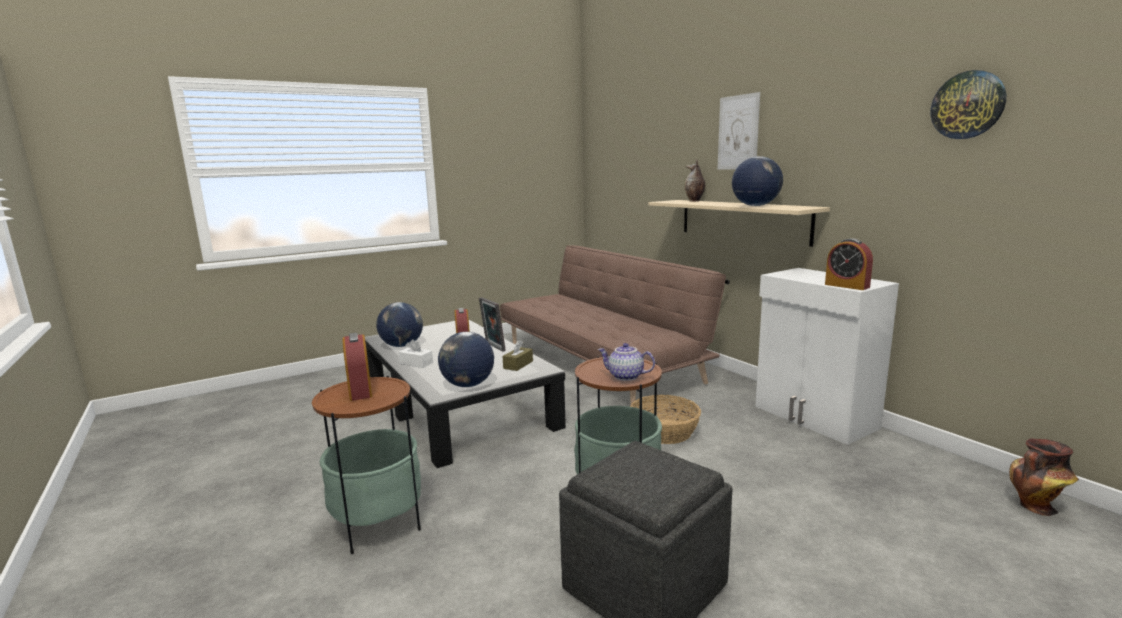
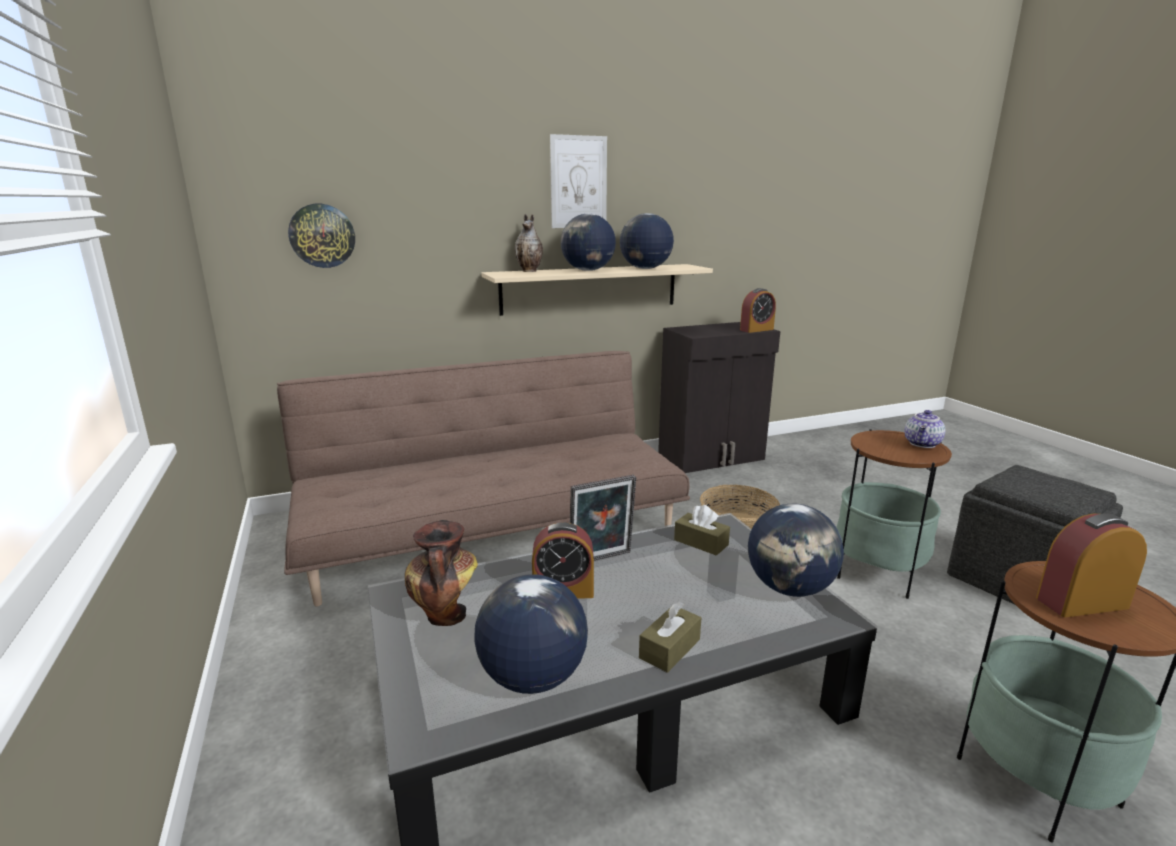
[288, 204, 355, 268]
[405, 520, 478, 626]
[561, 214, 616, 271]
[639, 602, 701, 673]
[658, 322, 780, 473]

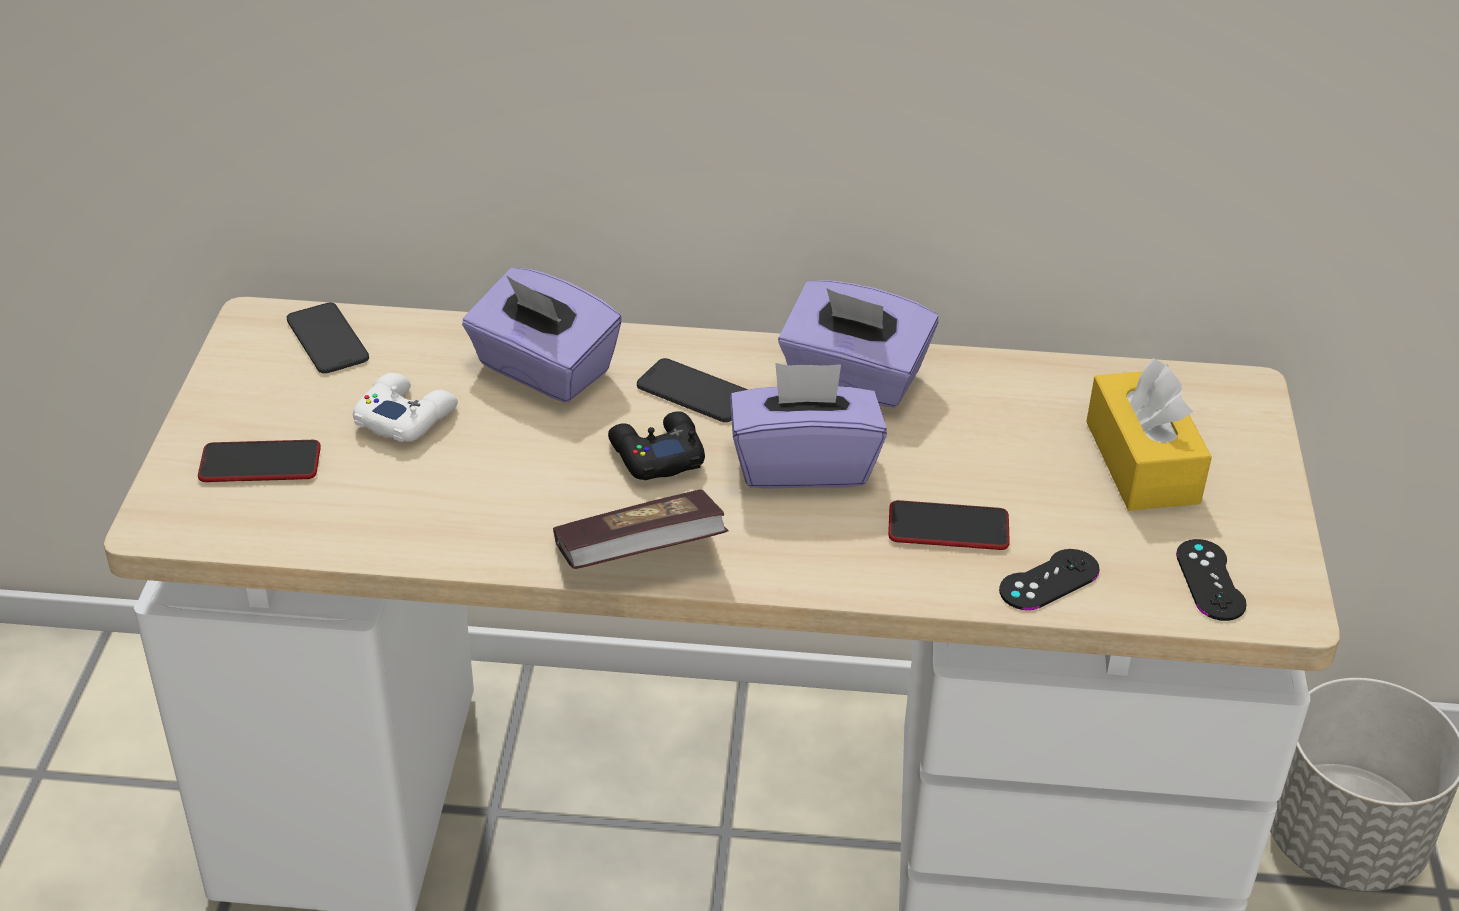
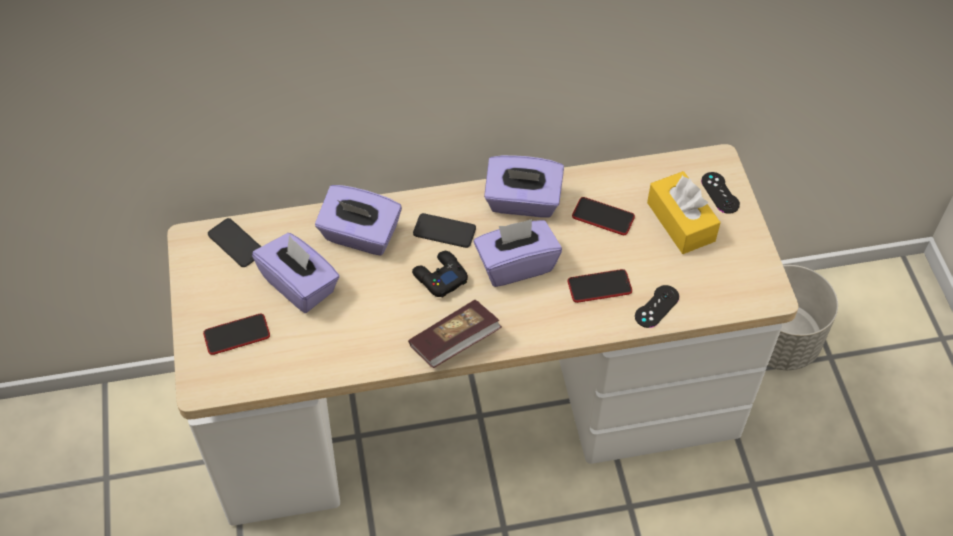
[252, 233, 340, 313]
[572, 197, 635, 235]
[701, 172, 740, 214]

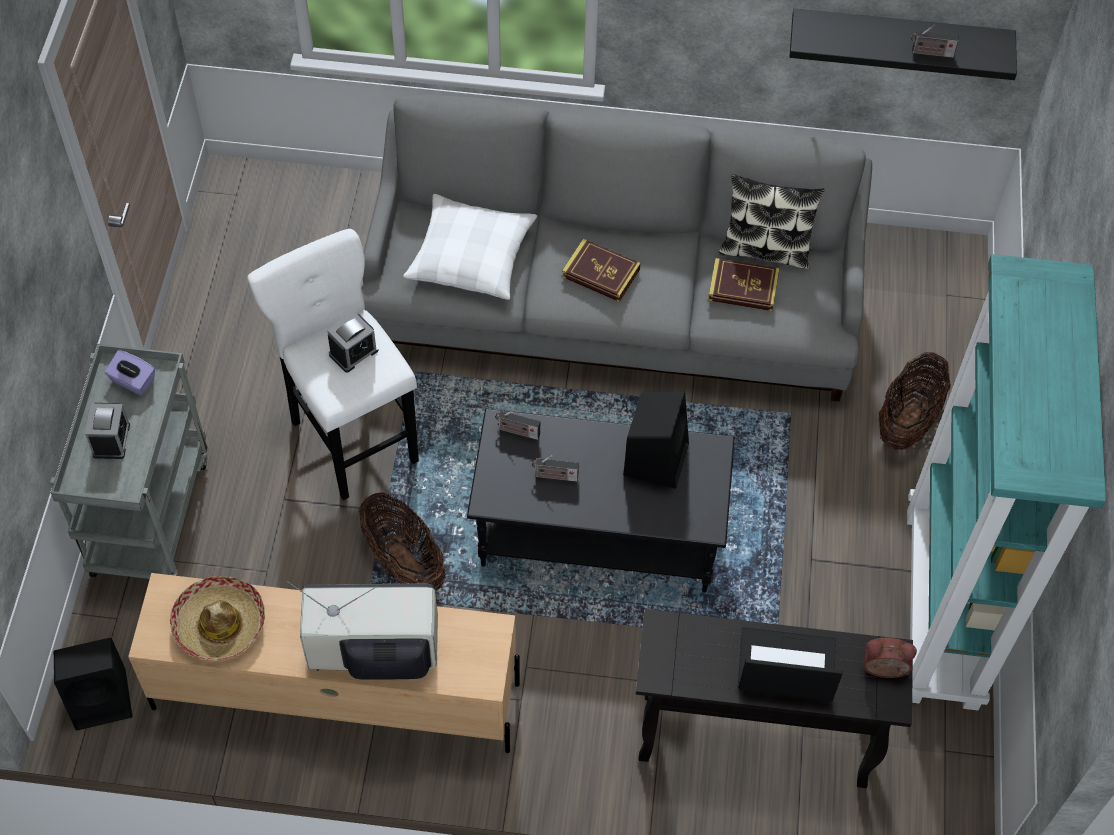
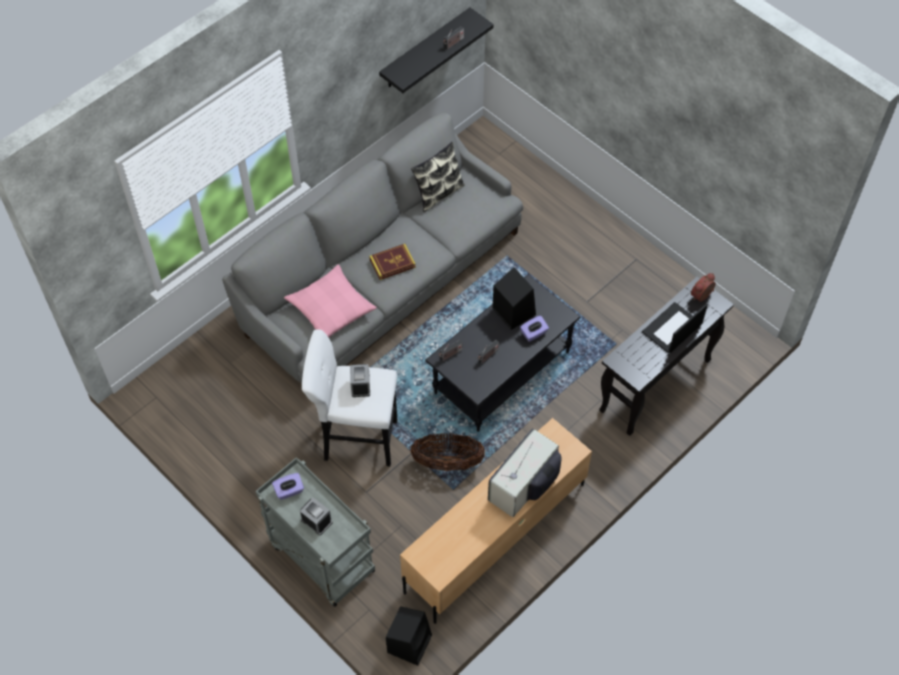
[284, 264, 377, 338]
[520, 316, 549, 342]
[170, 576, 265, 661] (first image)
[708, 258, 779, 311] (first image)
[879, 352, 951, 450] (first image)
[907, 254, 1106, 710] (first image)

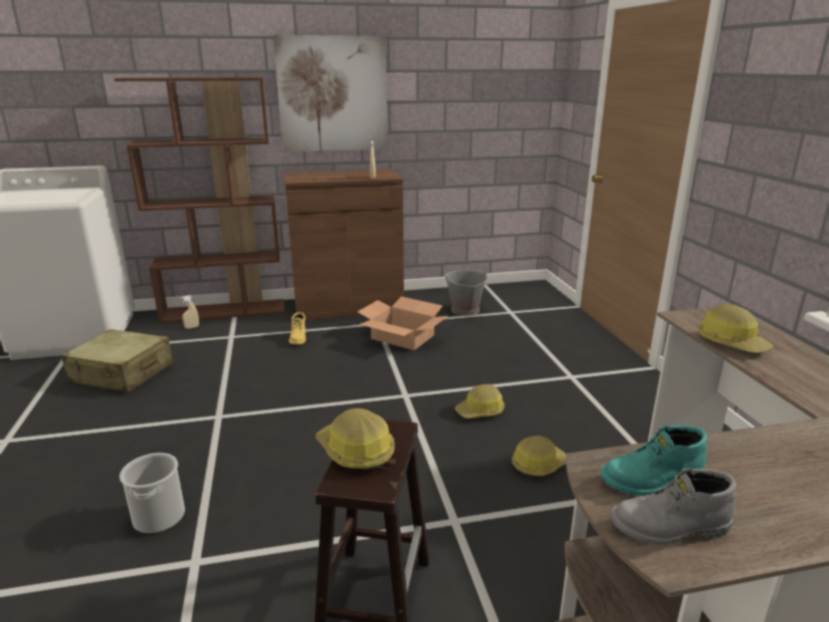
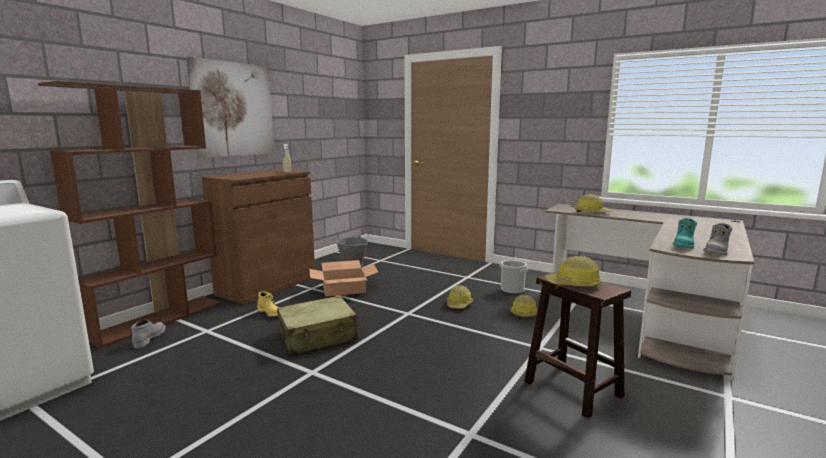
[131, 319, 166, 348]
[277, 295, 358, 356]
[499, 260, 528, 294]

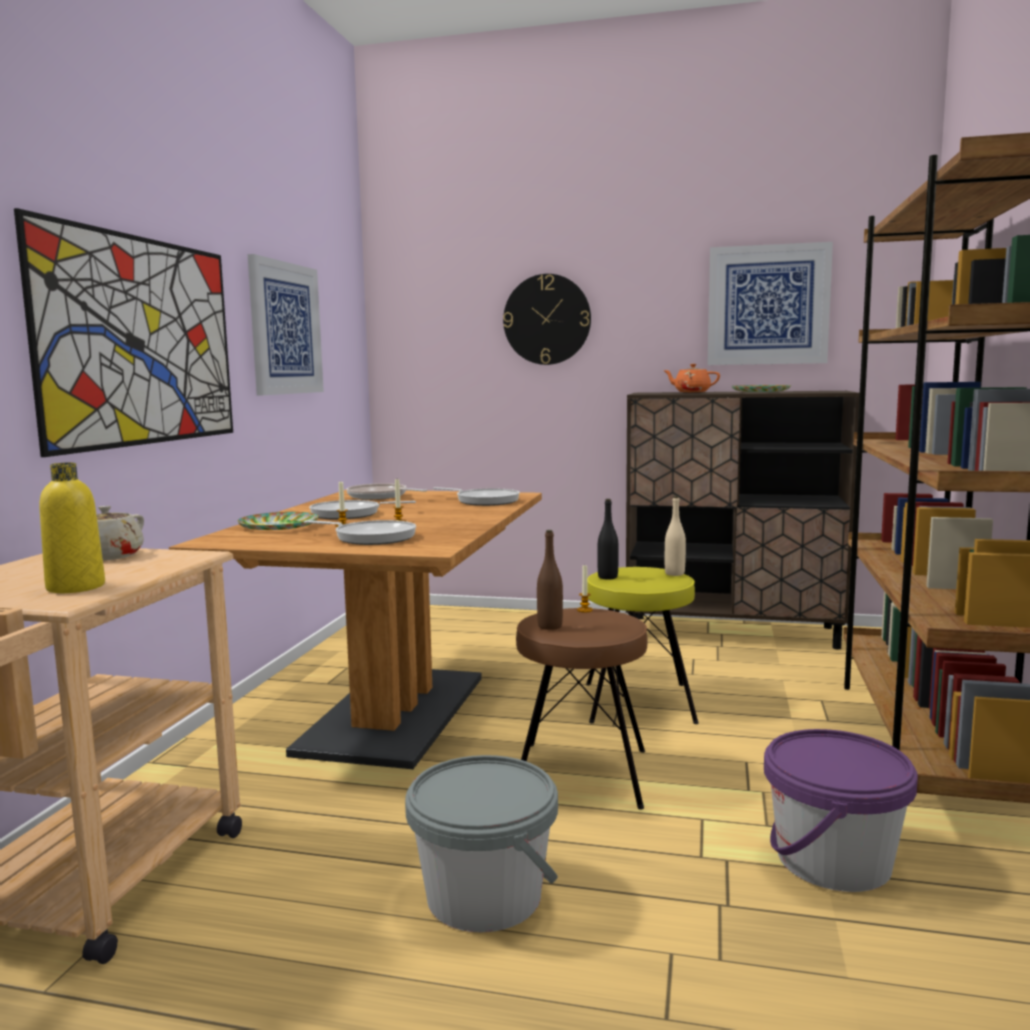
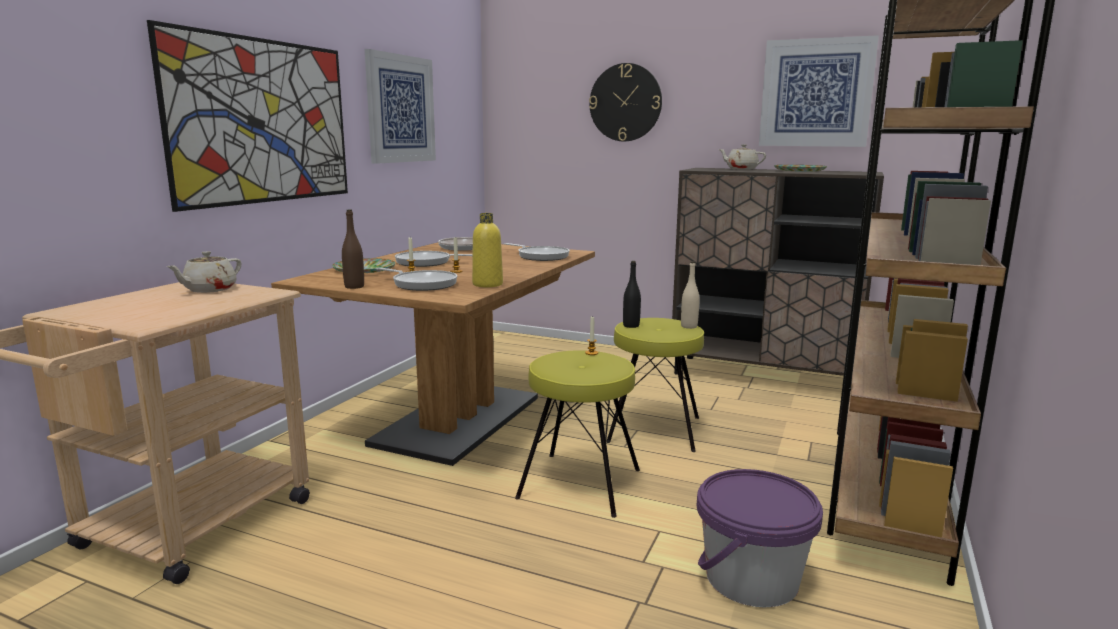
[342, 209, 364, 289]
[472, 213, 503, 287]
[515, 350, 640, 518]
[719, 144, 766, 170]
[405, 755, 558, 932] (first image)

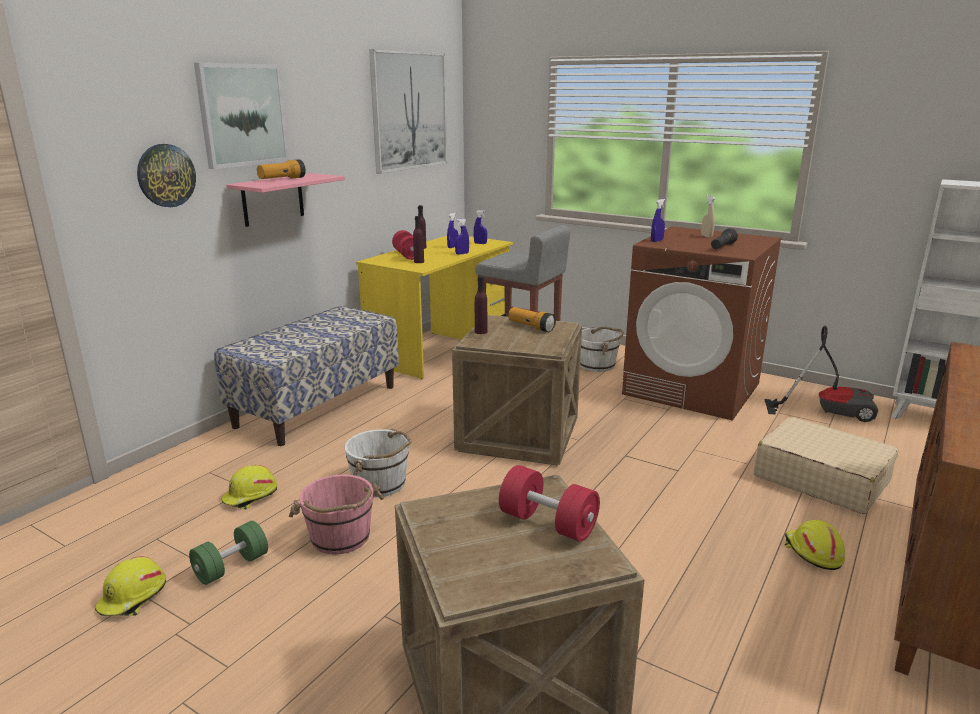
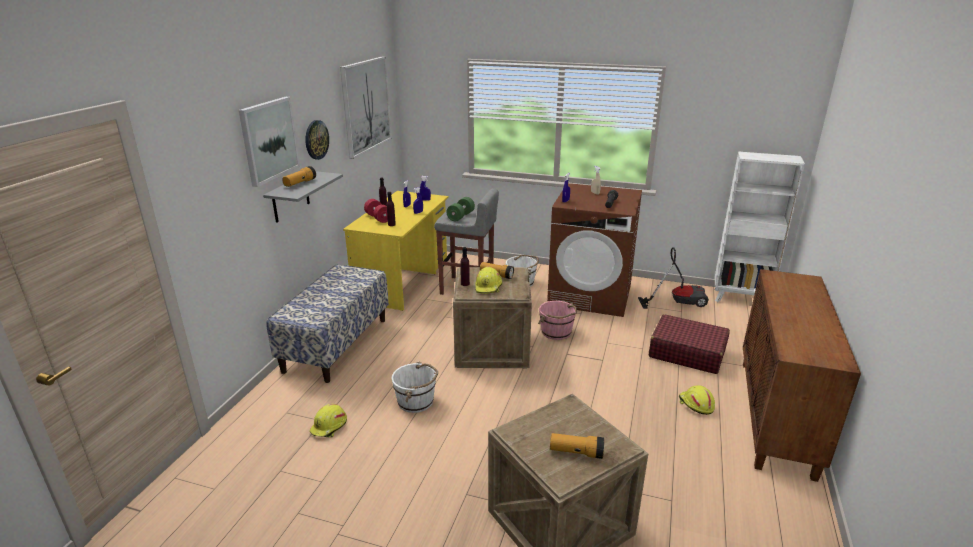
[263, 171, 343, 223]
[305, 120, 329, 160]
[446, 197, 475, 222]
[475, 267, 502, 294]
[538, 301, 577, 340]
[550, 433, 604, 459]
[649, 314, 730, 374]
[499, 465, 600, 542] (first image)

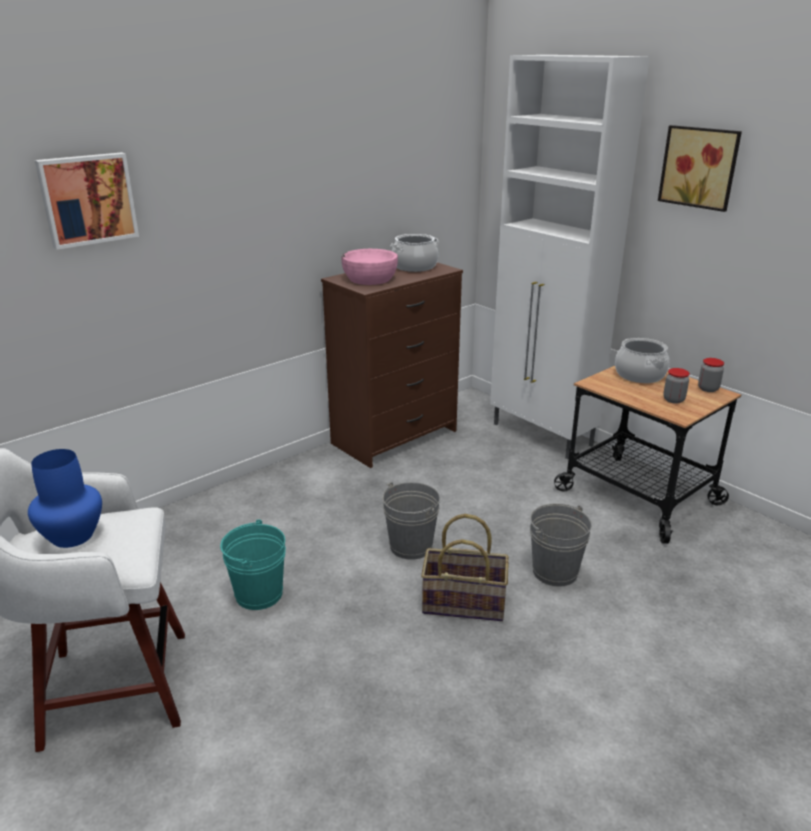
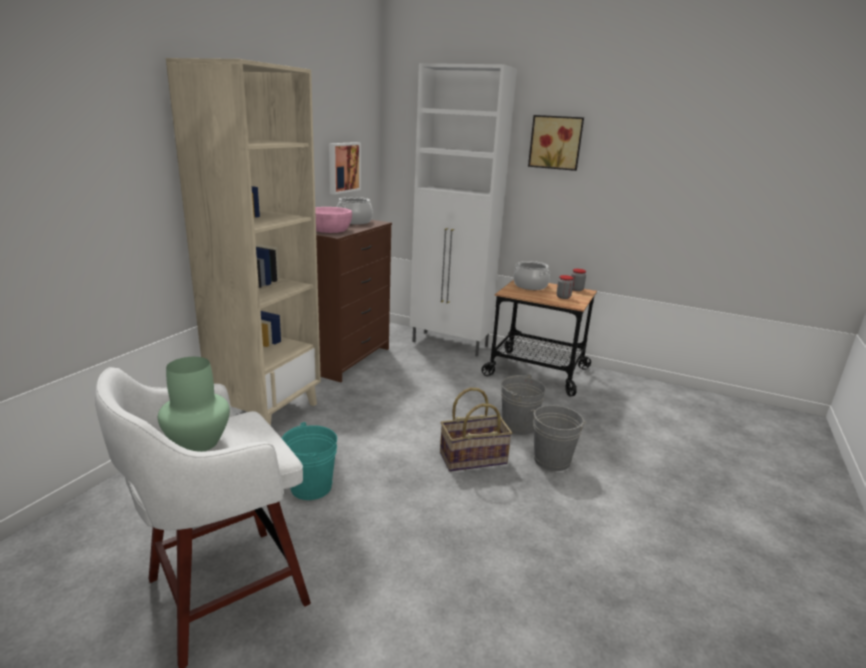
[158, 357, 230, 452]
[166, 58, 321, 426]
[329, 142, 361, 195]
[531, 405, 587, 471]

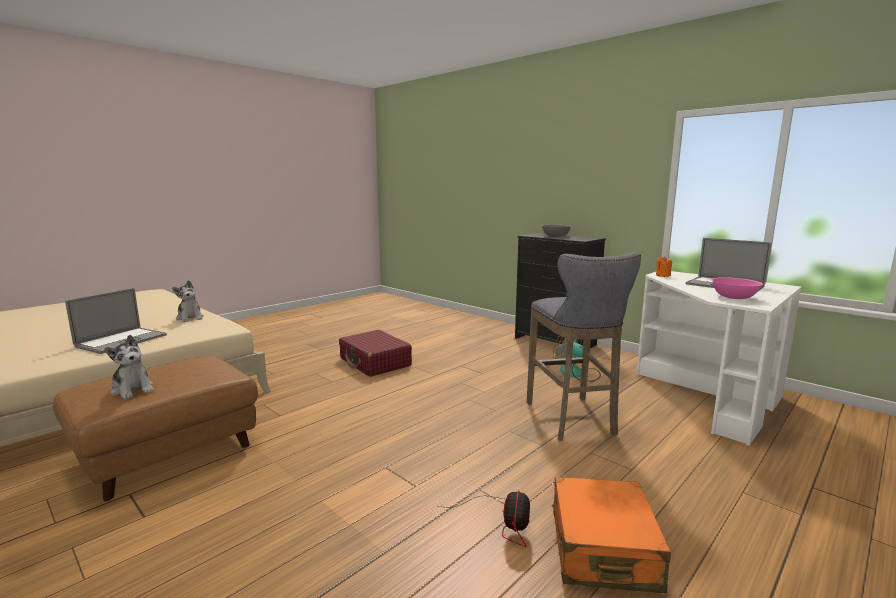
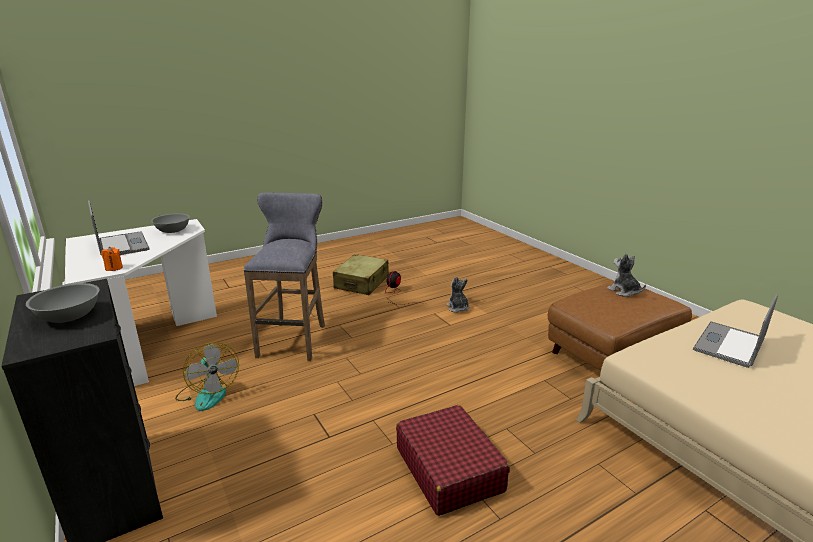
[151, 213, 190, 233]
[333, 254, 389, 295]
[446, 276, 469, 313]

